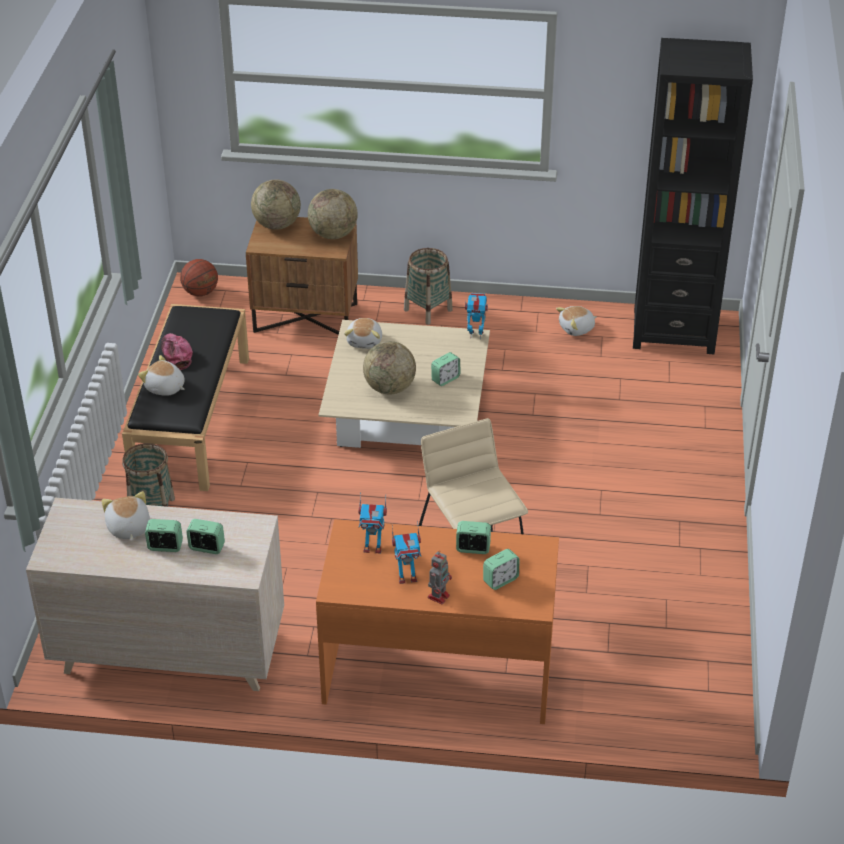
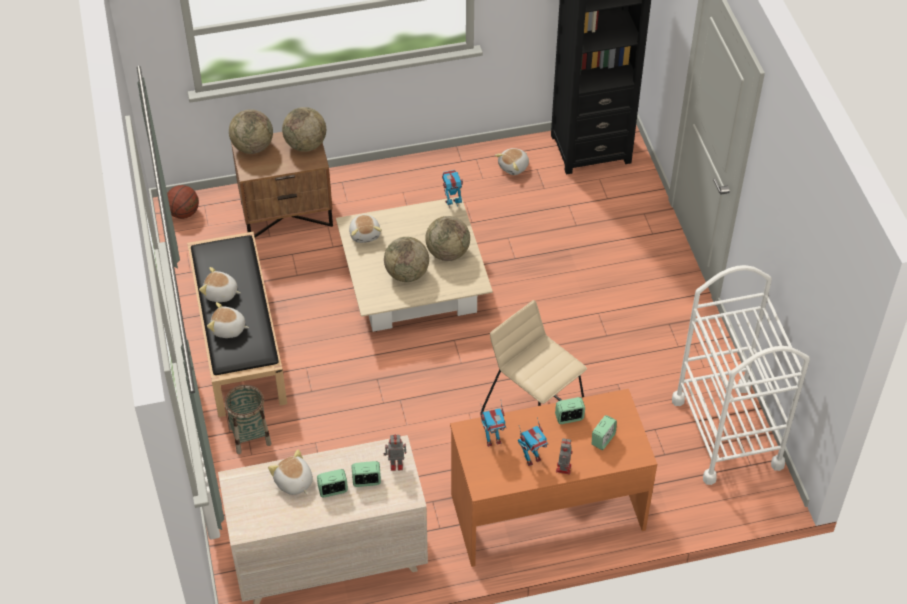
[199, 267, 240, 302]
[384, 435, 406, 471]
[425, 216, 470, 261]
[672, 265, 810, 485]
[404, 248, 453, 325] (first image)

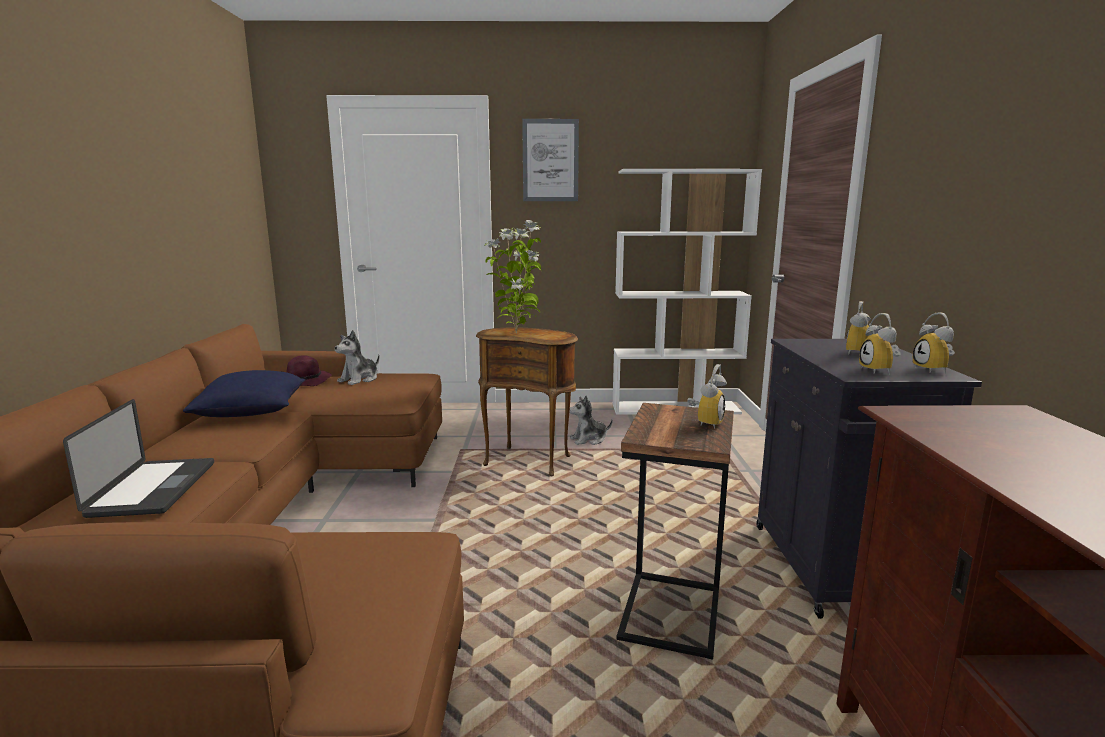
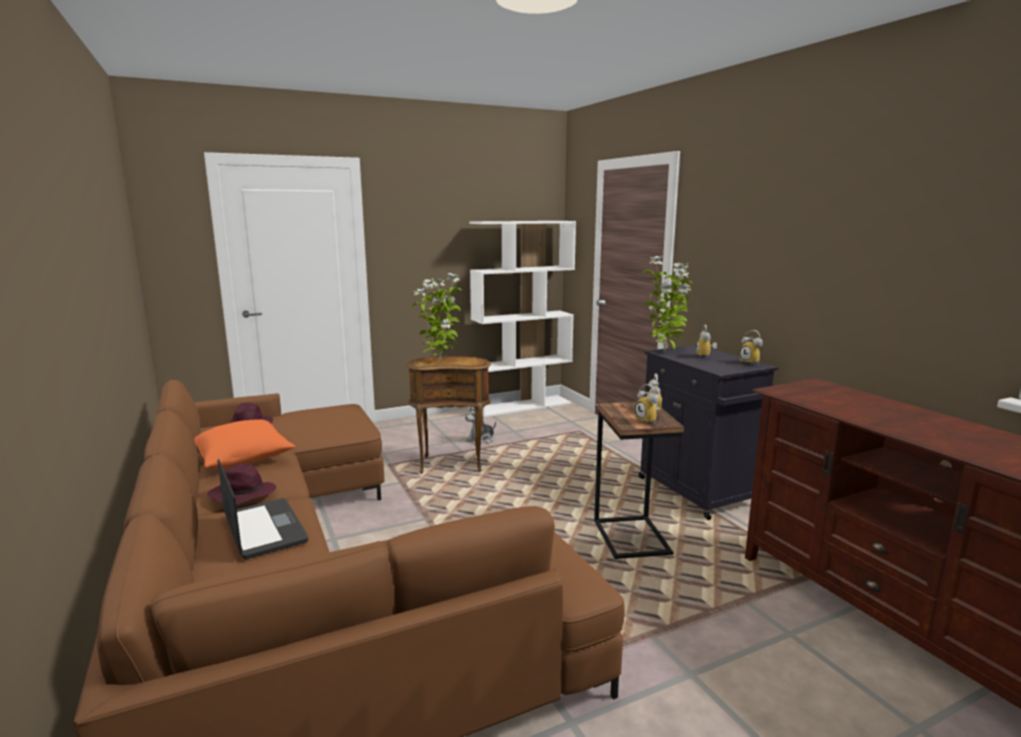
[194, 419, 295, 469]
[207, 463, 276, 505]
[635, 384, 659, 424]
[643, 256, 692, 351]
[335, 330, 380, 385] (first image)
[522, 119, 579, 201] (first image)

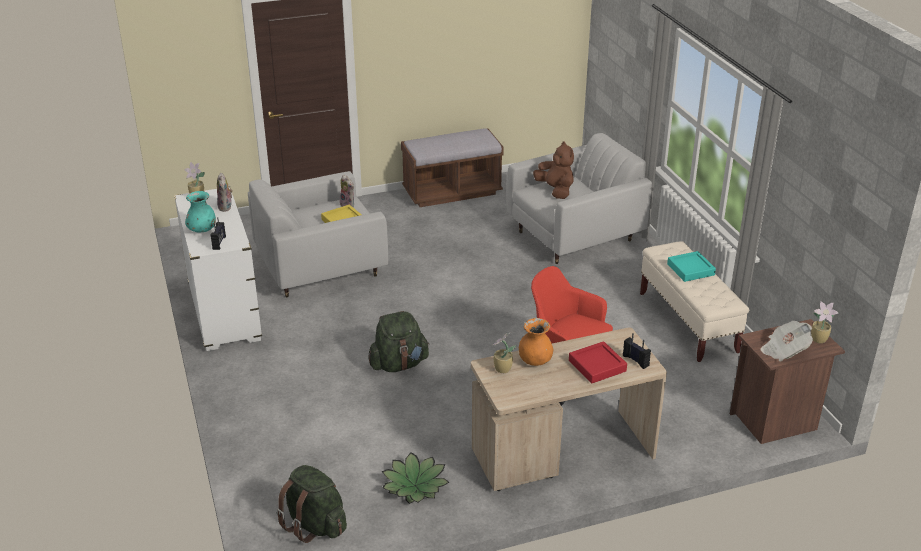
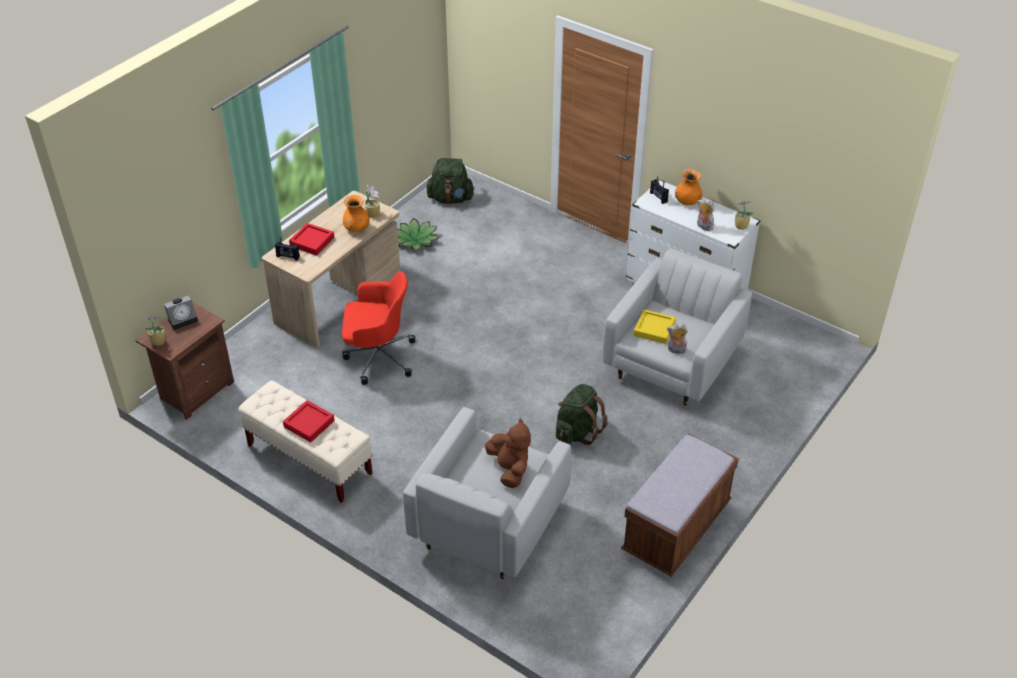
[164, 296, 198, 330]
[283, 400, 335, 442]
[485, 418, 531, 488]
[556, 384, 607, 445]
[675, 169, 702, 205]

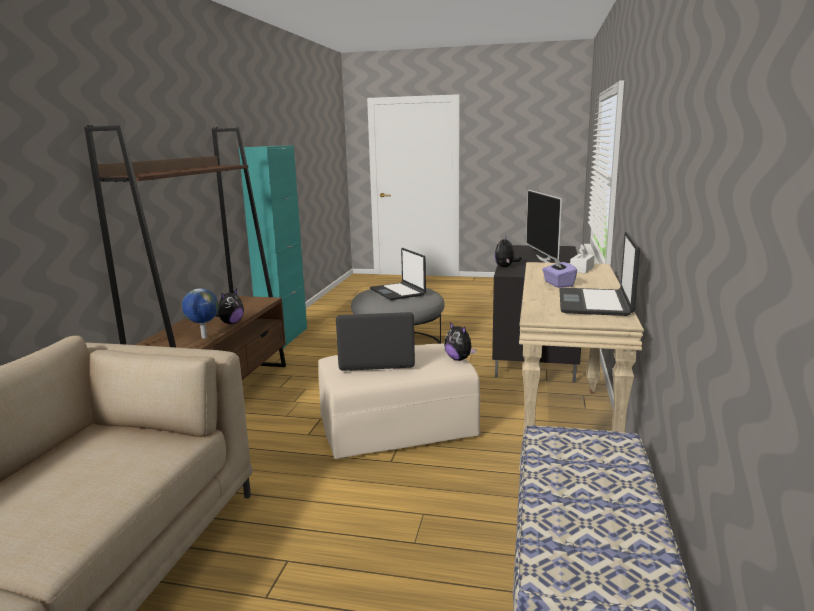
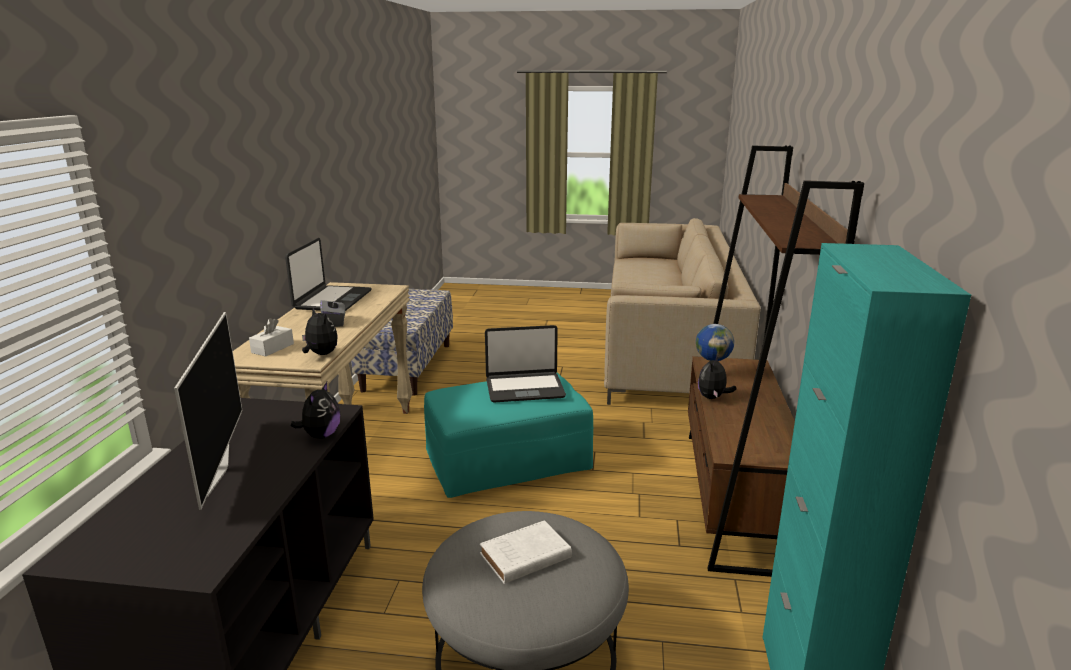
[302, 308, 338, 355]
[320, 297, 345, 327]
[424, 373, 593, 498]
[480, 520, 572, 584]

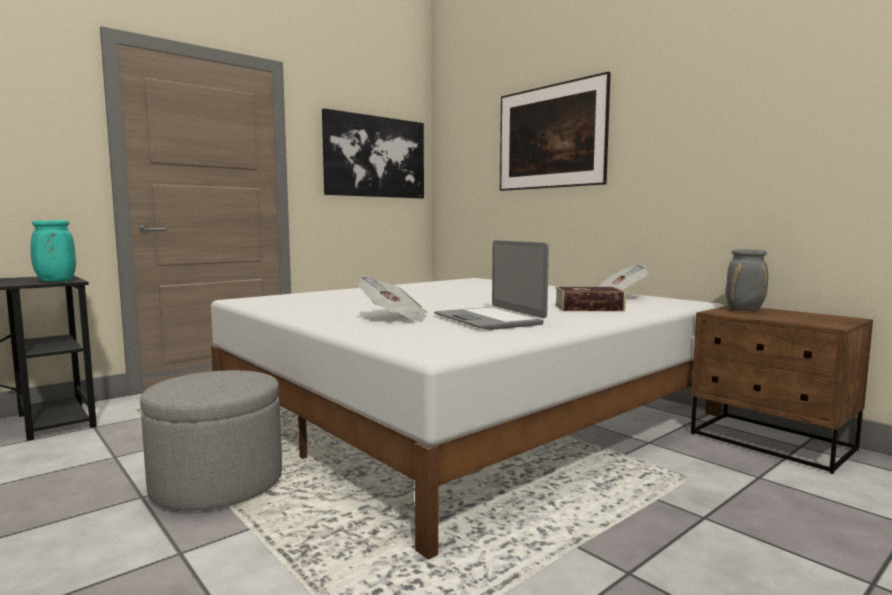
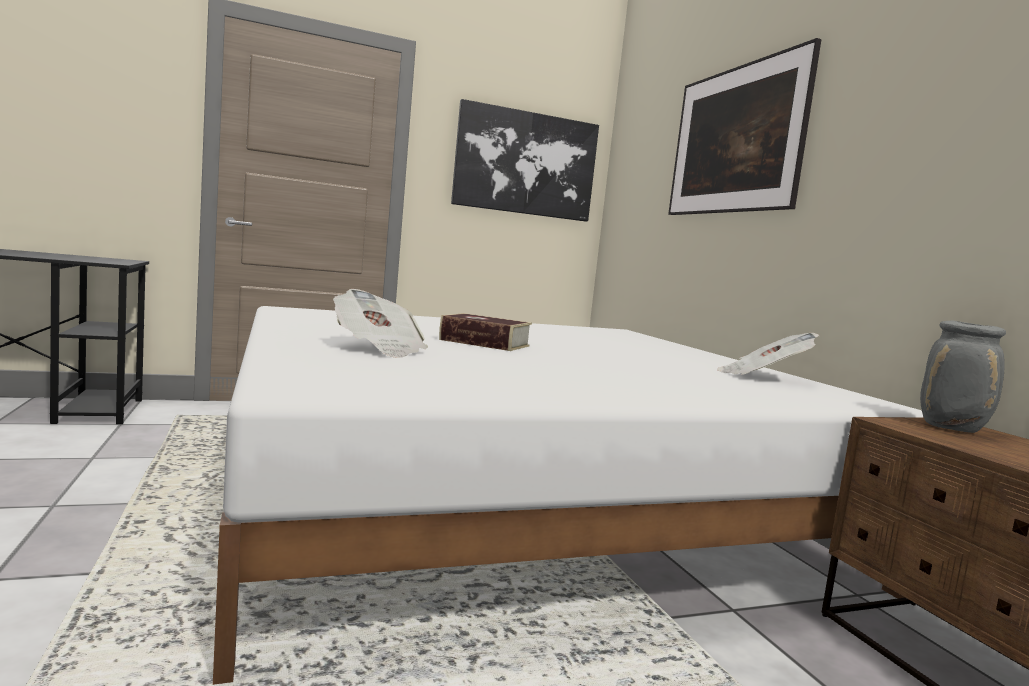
[439, 313, 532, 351]
[30, 220, 76, 282] (first image)
[140, 370, 282, 511] (first image)
[434, 240, 549, 330] (first image)

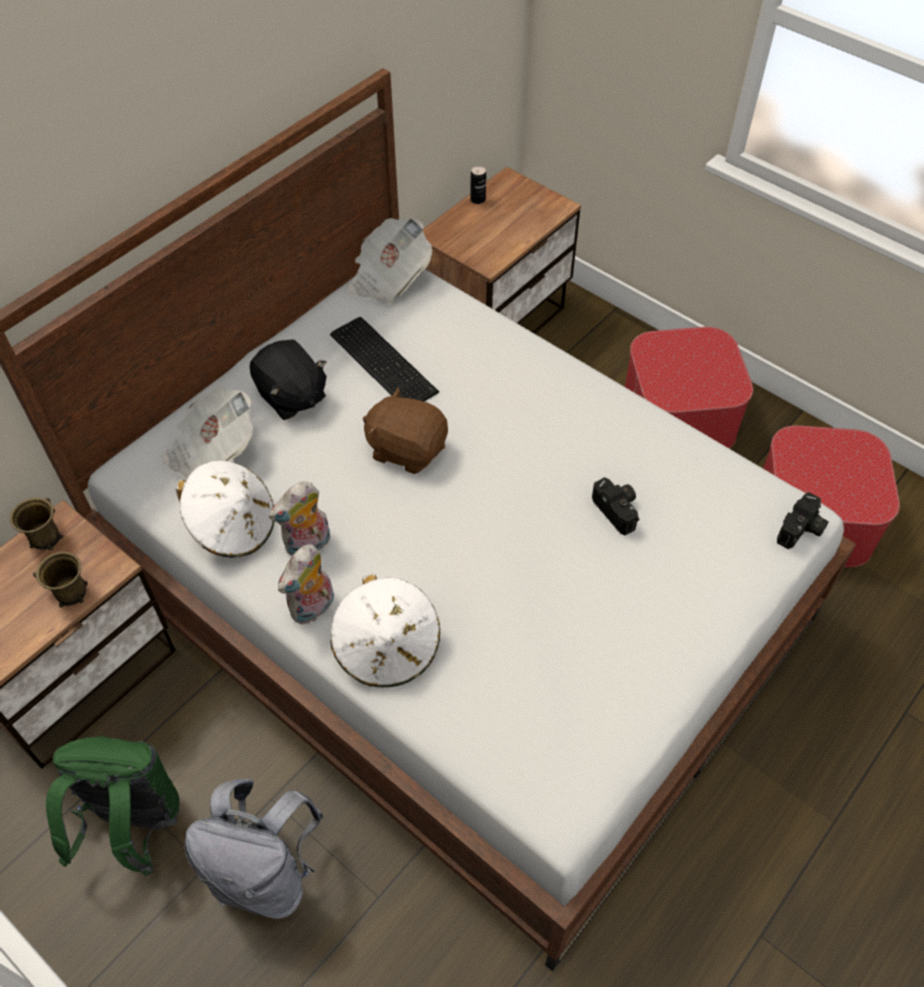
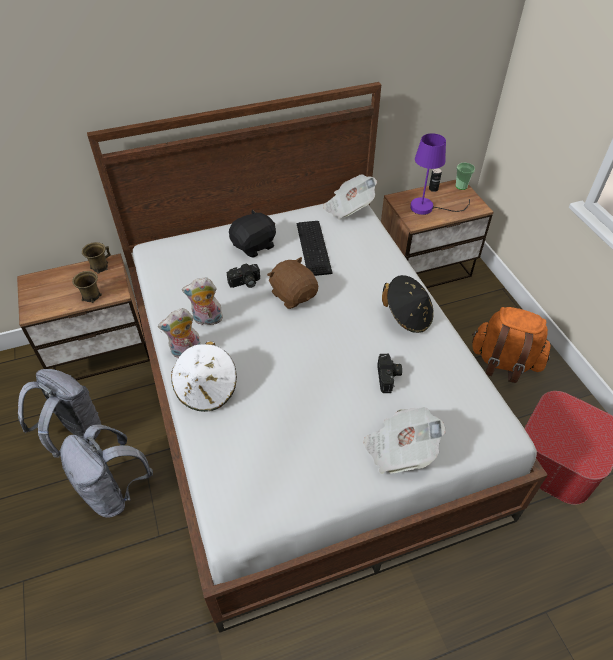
[18, 369, 101, 458]
[227, 263, 260, 288]
[229, 209, 276, 258]
[363, 407, 446, 474]
[382, 275, 434, 333]
[410, 133, 470, 215]
[456, 163, 475, 190]
[472, 307, 550, 383]
[175, 461, 275, 558] (first image)

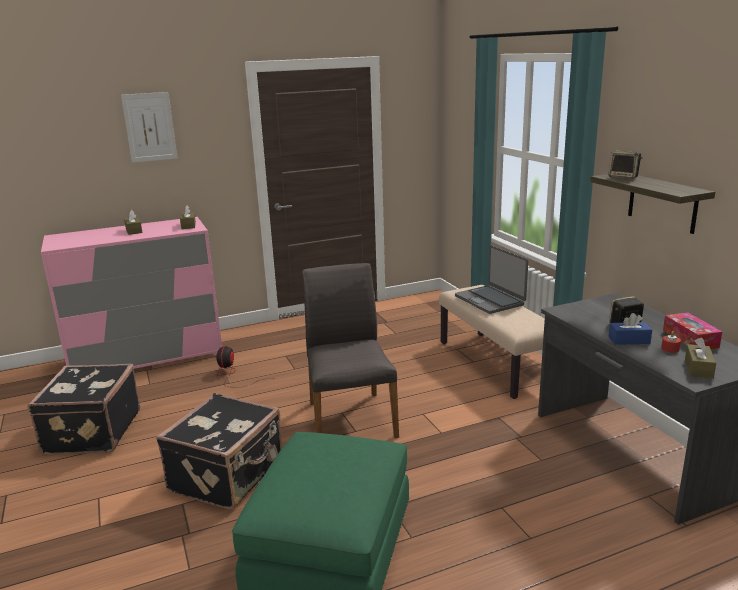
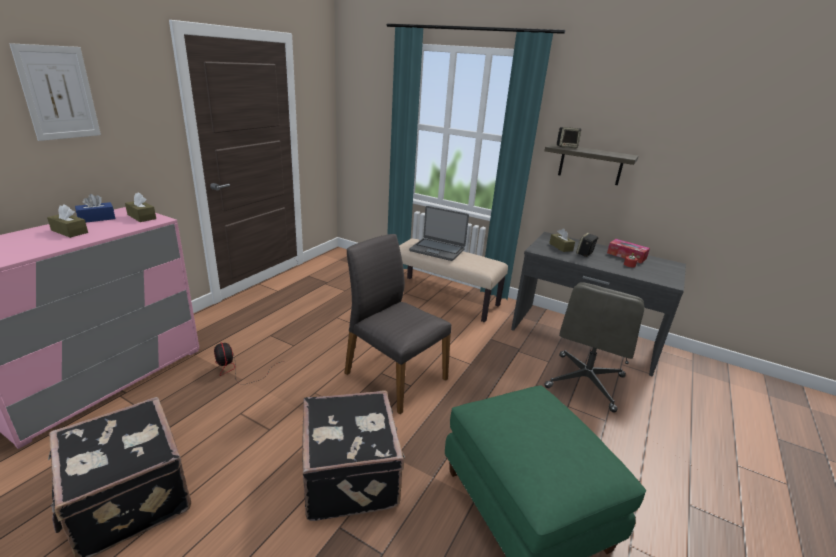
[75, 194, 116, 223]
[545, 282, 644, 413]
[549, 228, 575, 252]

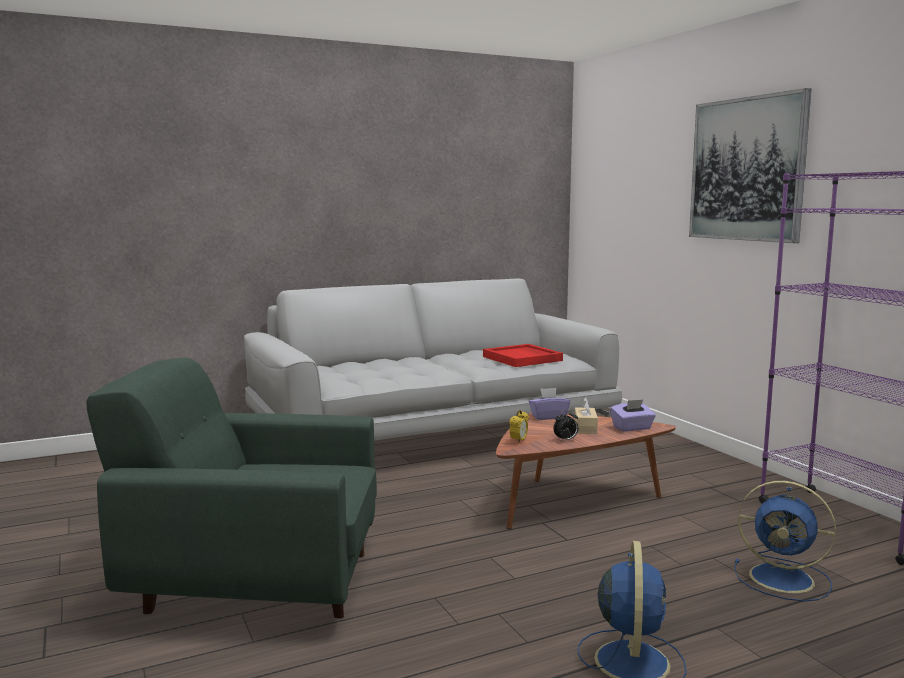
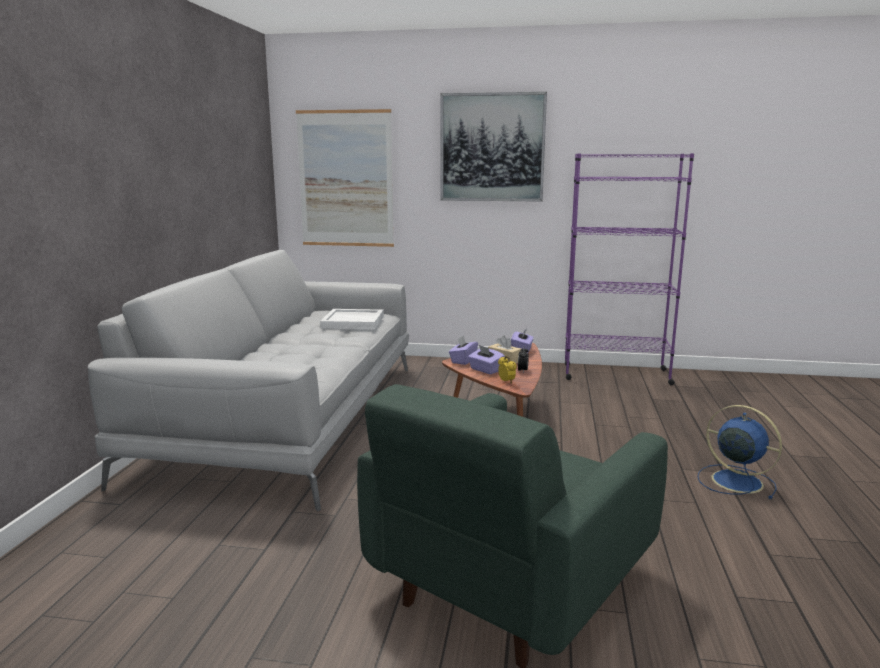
[296, 109, 394, 247]
[320, 309, 384, 330]
[468, 345, 505, 374]
[735, 481, 836, 602] (first image)

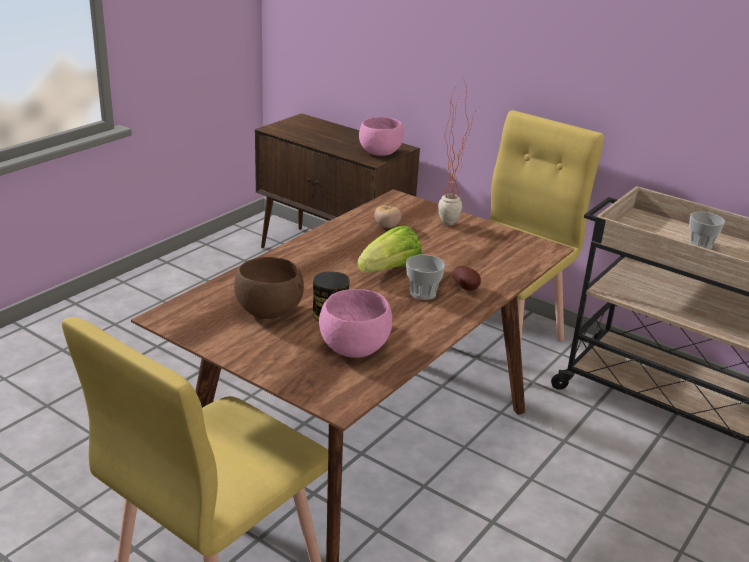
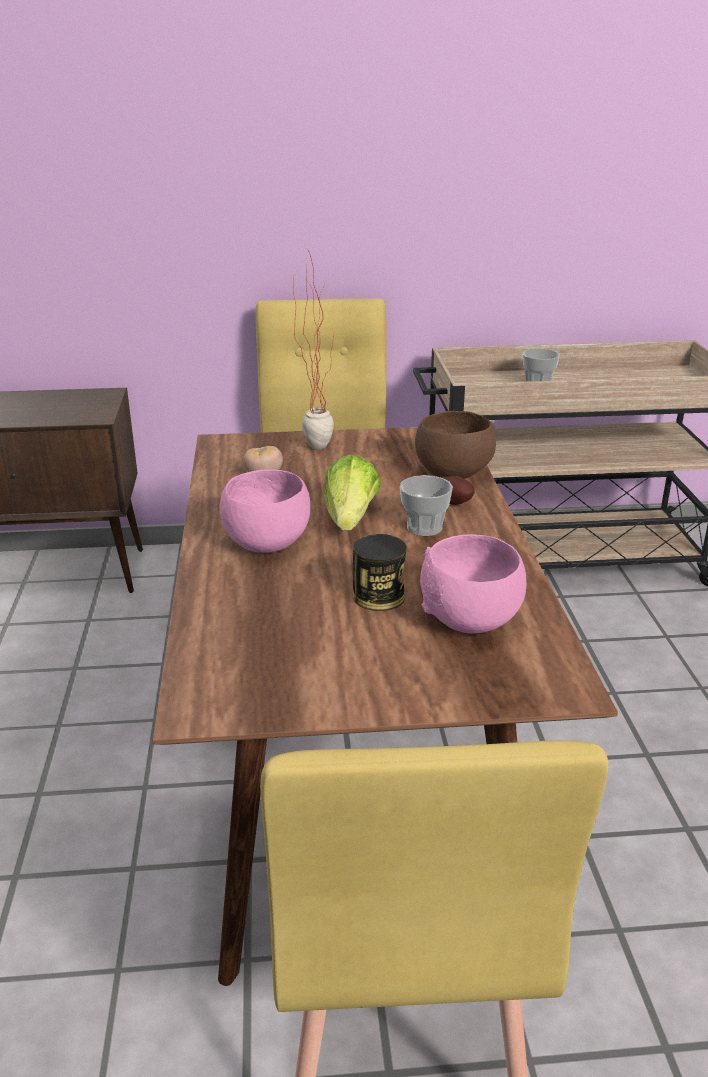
[219, 469, 311, 553]
[415, 411, 496, 479]

